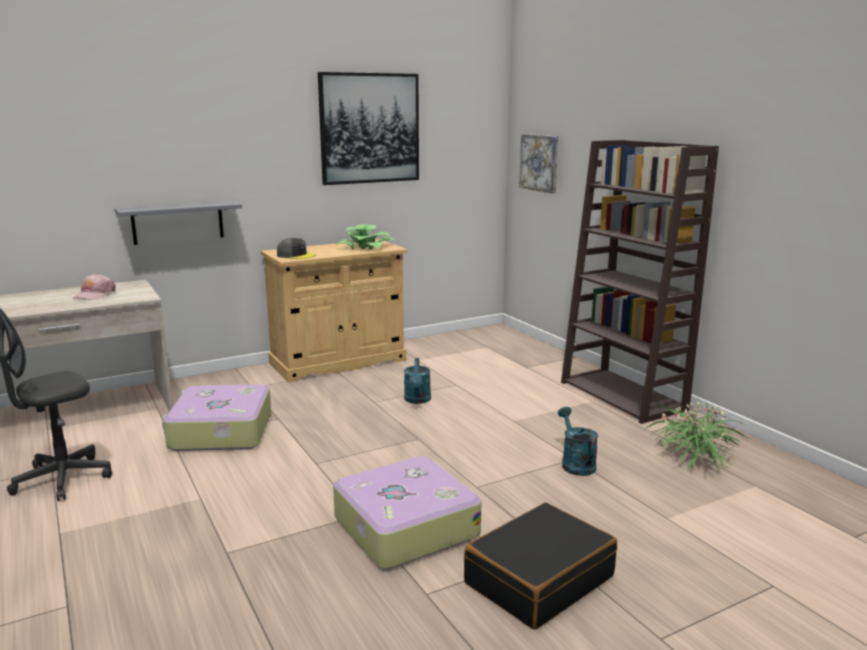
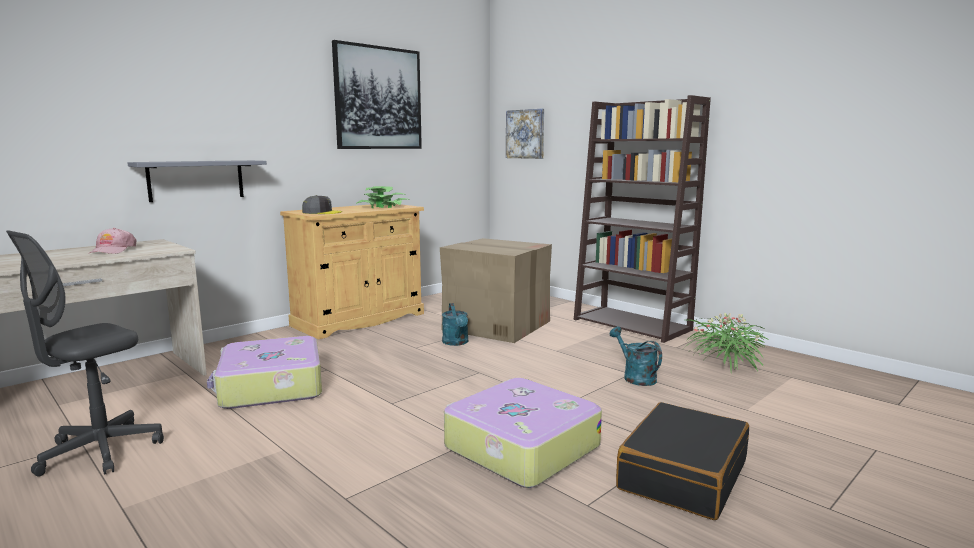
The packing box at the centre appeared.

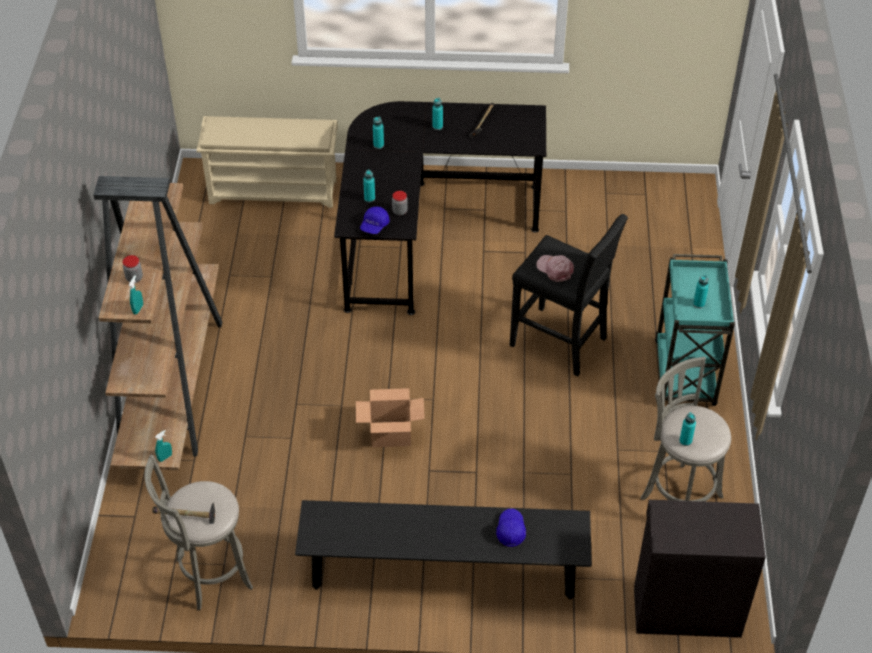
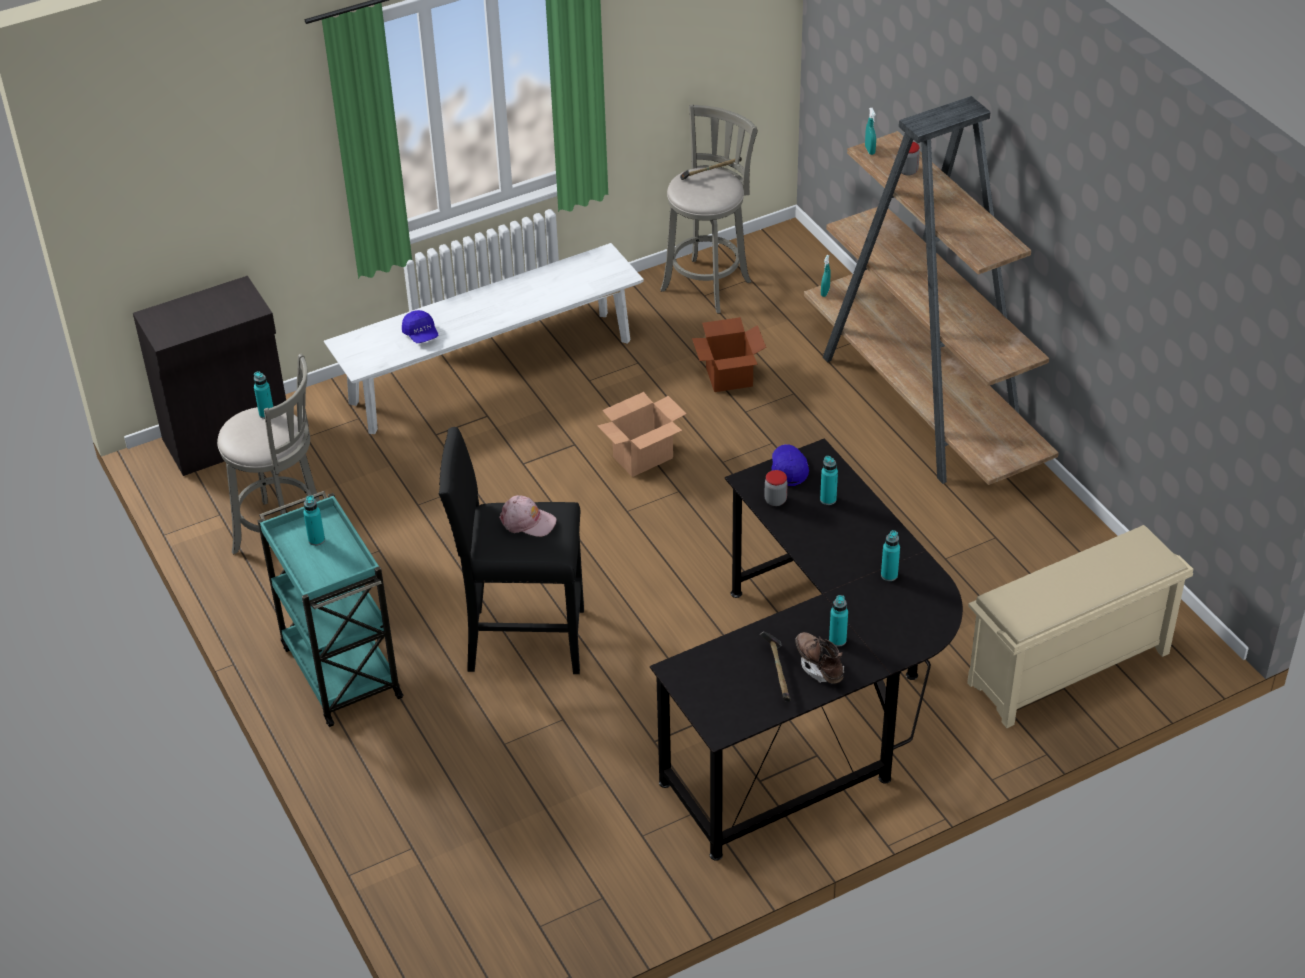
The bench (black) at the bottom centre became the bench (white-coloured) at the centre.
The packing box (no. 2 from left) at the centre appeared.
The high-top boot (brown) at the bottom centre appeared.

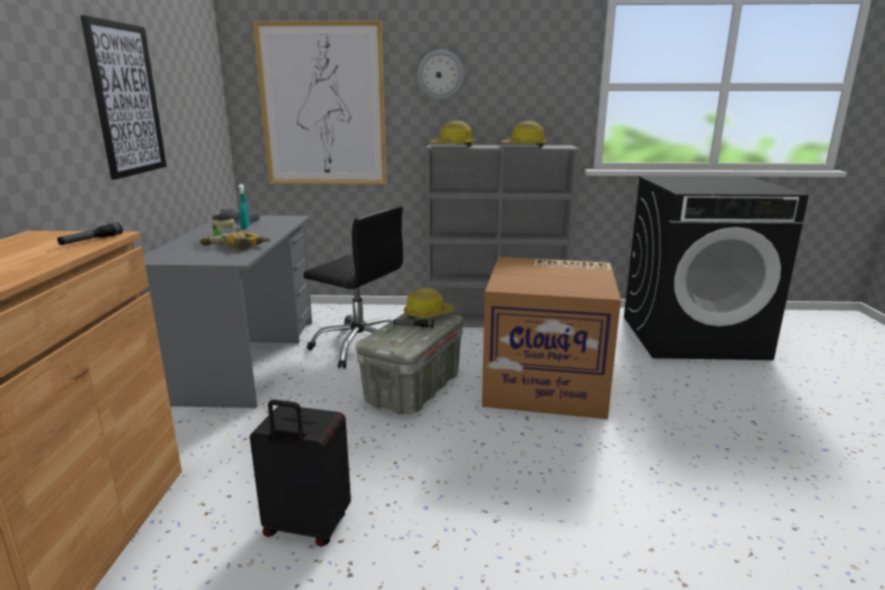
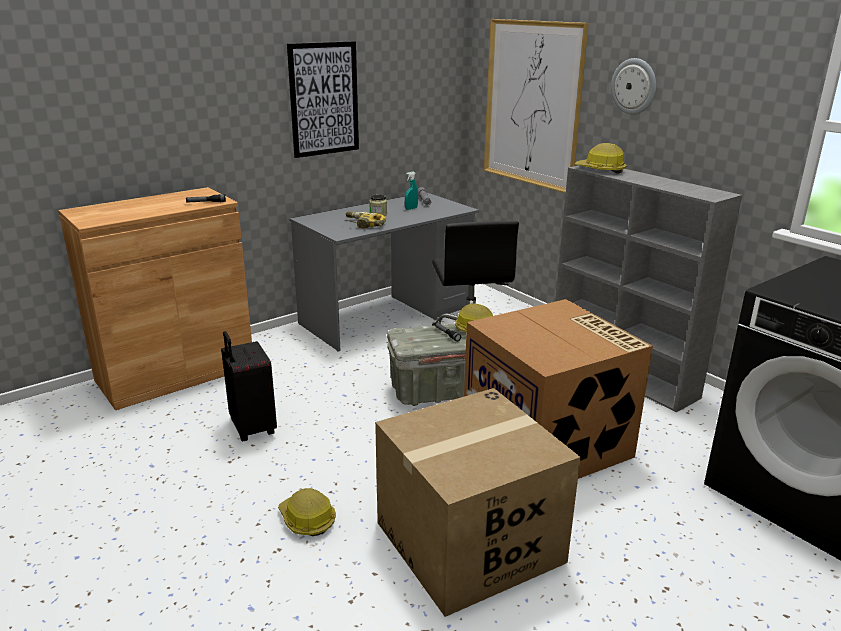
The hard hat (no. 3 from left in the first image) moved from the top centre to the bottom centre.
The packing box (no. 1 from left) at the bottom centre appeared.

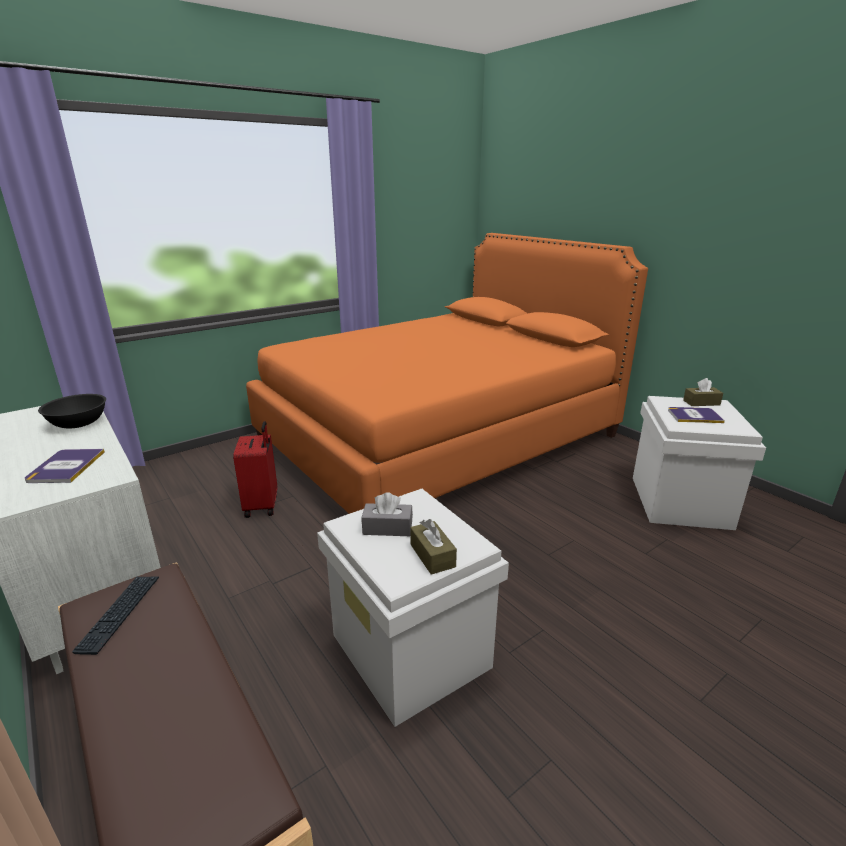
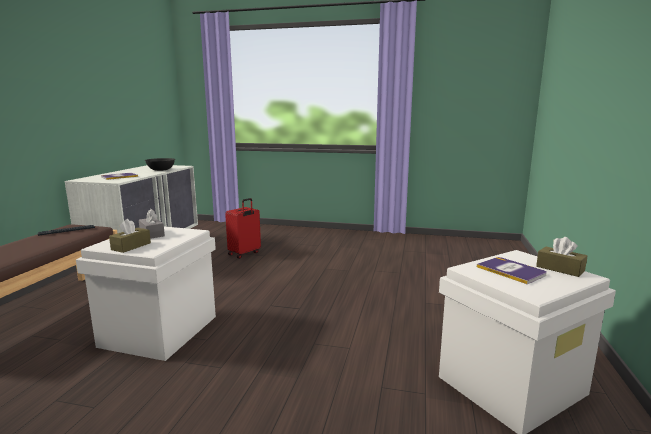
The sleeping bed (orange-coloured) at the centre disappeared.

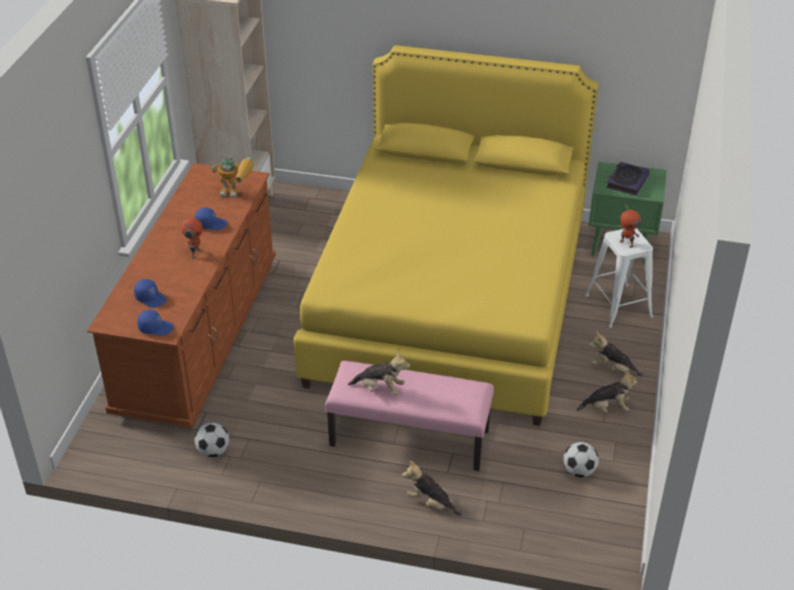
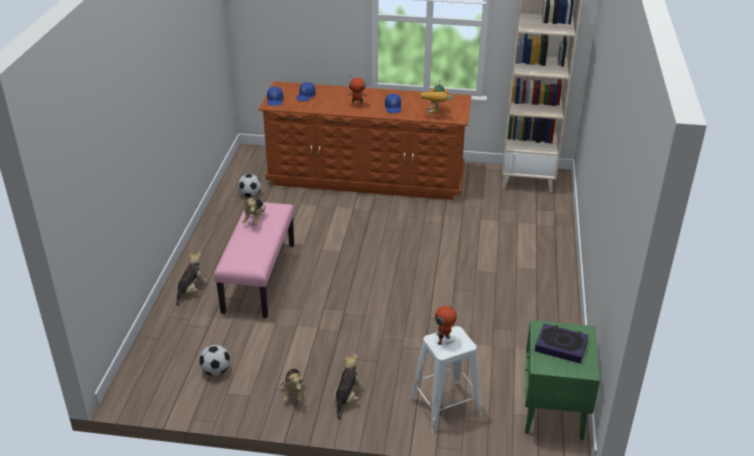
The sleeping bed (yellow) at the centre disappeared.

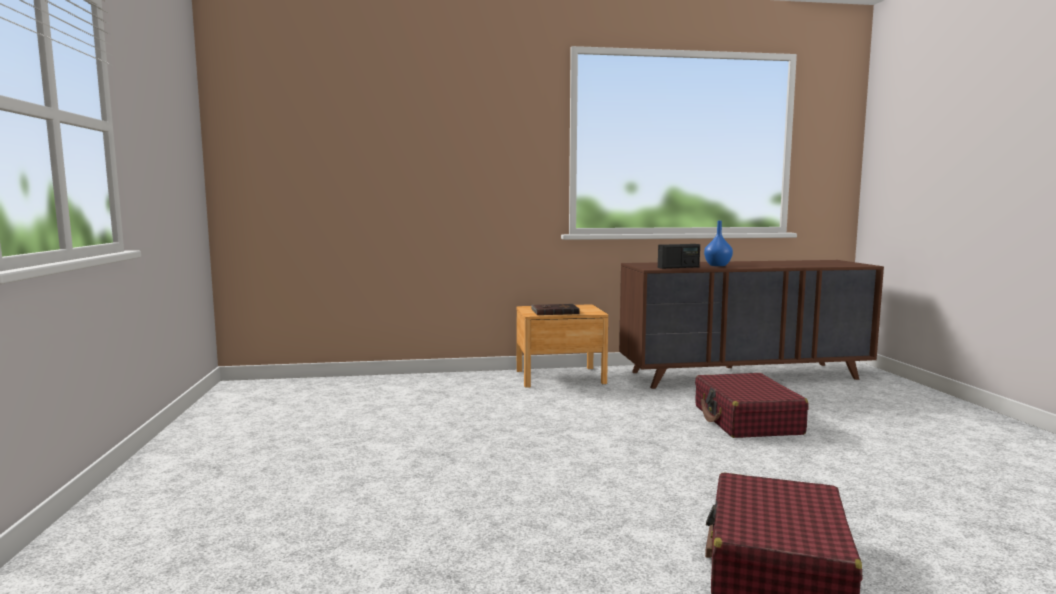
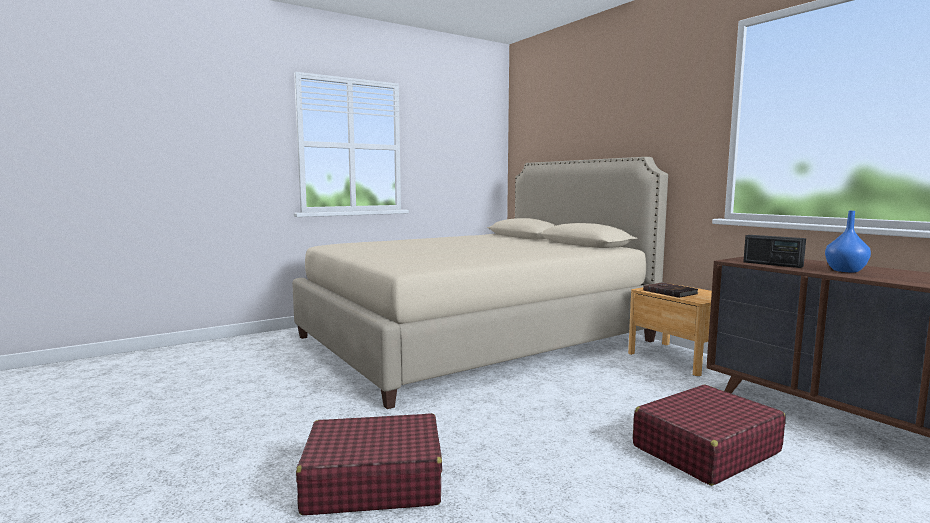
The sleeping bed (beige-coloured) at the centre appeared.

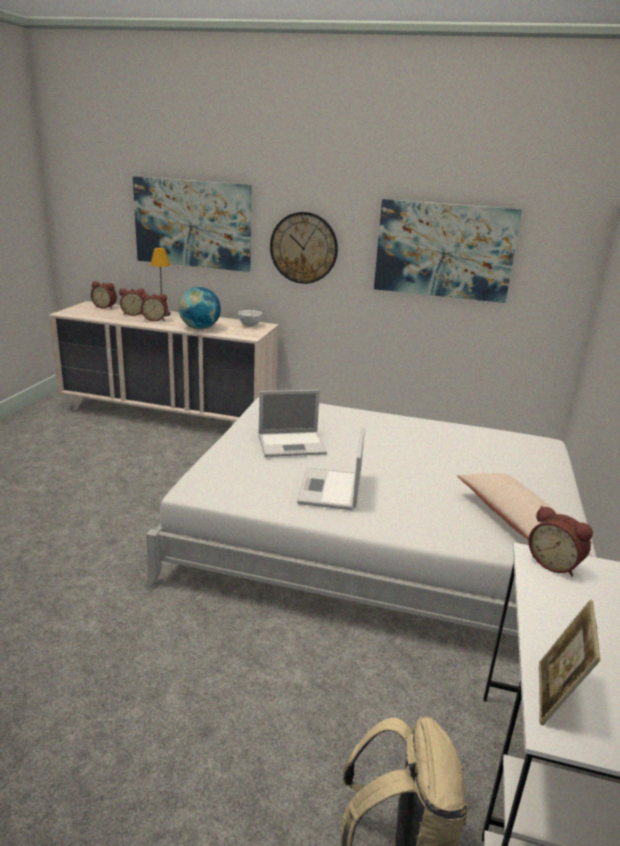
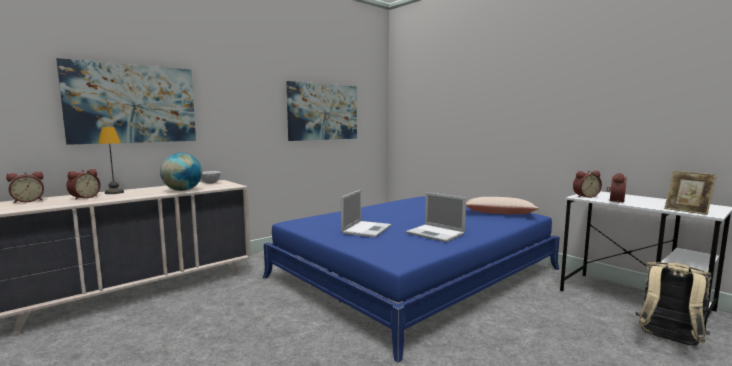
The sleeping bed (white-coloured) at the centre became the sleeping bed (bluish) at the bottom centre.
The alarm clock (no. 3 from left in the first image) moved from the middle left to the middle right.
The hanging clock at the top centre disappeared.

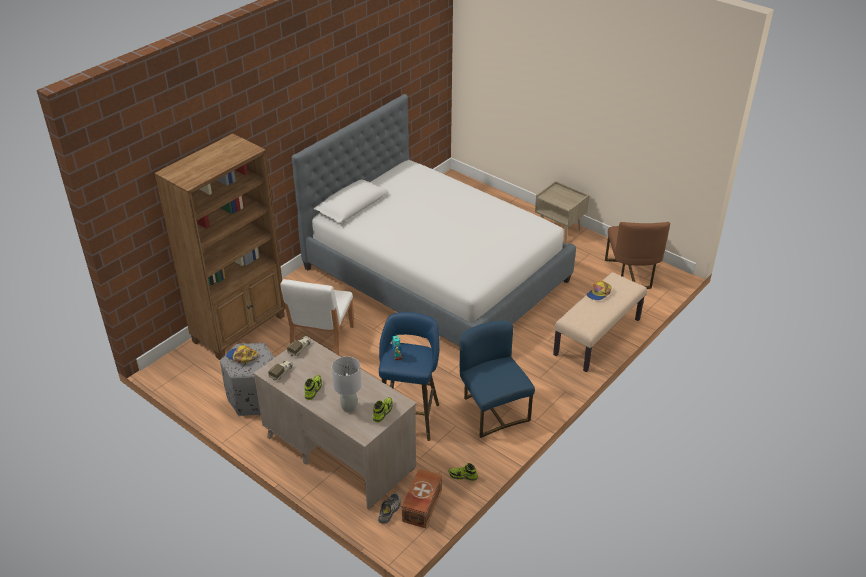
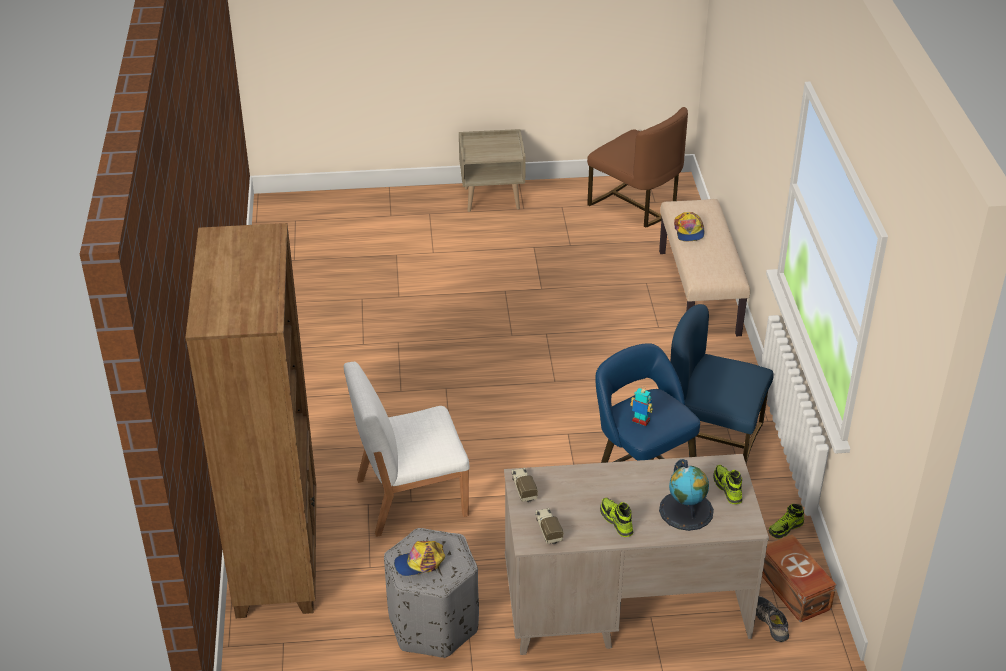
The plain chair (white-coloured) at the centre turned 105 degrees clockwise.
The table lamp (gray) at the centre was replaced by the globe at the bottom right.
The sleeping bed at the centre disappeared.

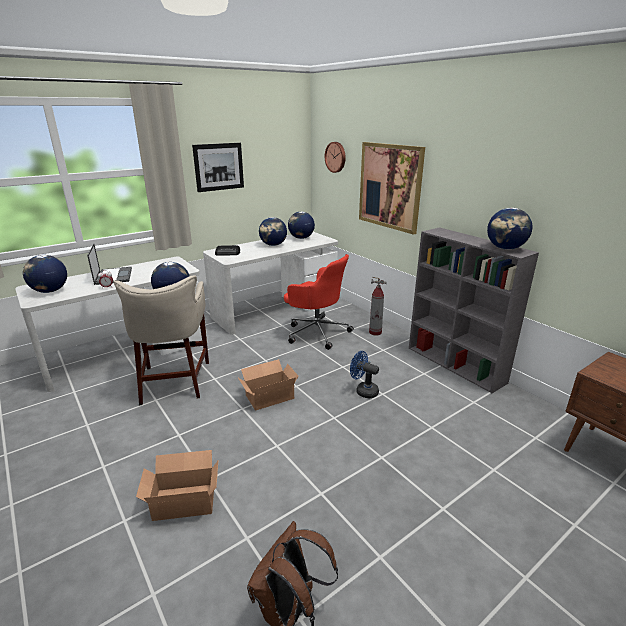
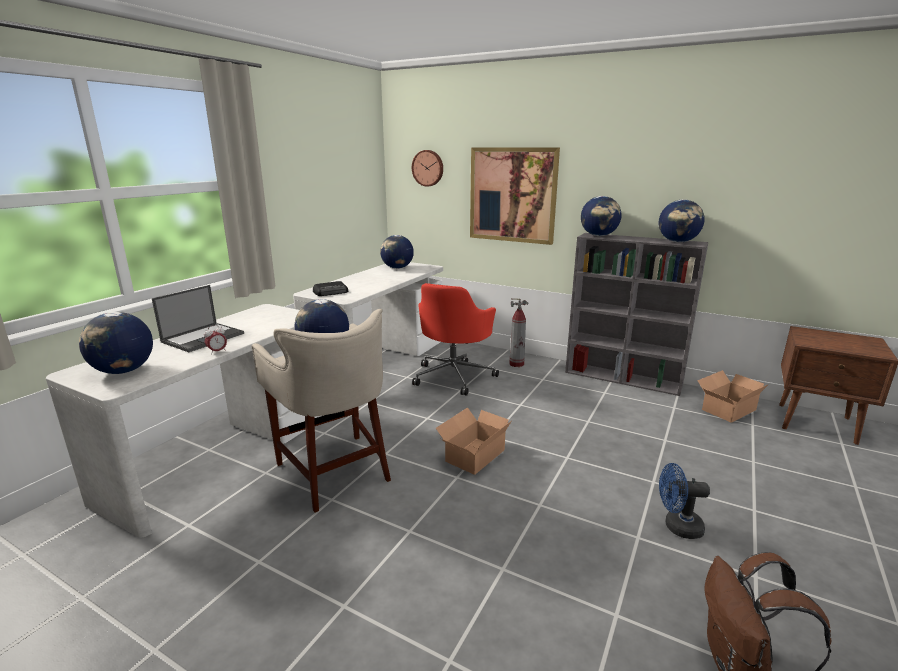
The notebook computer at the middle left turned 75 degrees clockwise.
The office chair (red) at the centre turned 105 degrees clockwise.
The globe (no. 3 from left in the first image) moved from the centre to the top right.
The fan (bluish) moved from the centre to the bottom right.
The packing box (no. 1 from left in the first image) moved from the bottom left to the middle right.
The wall art (no. 1 from left) at the top centre disappeared.

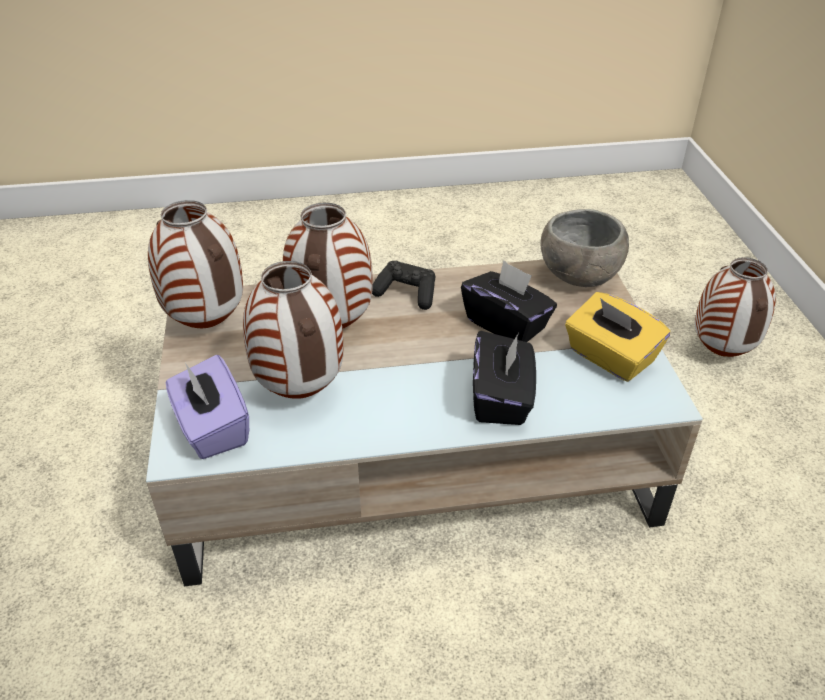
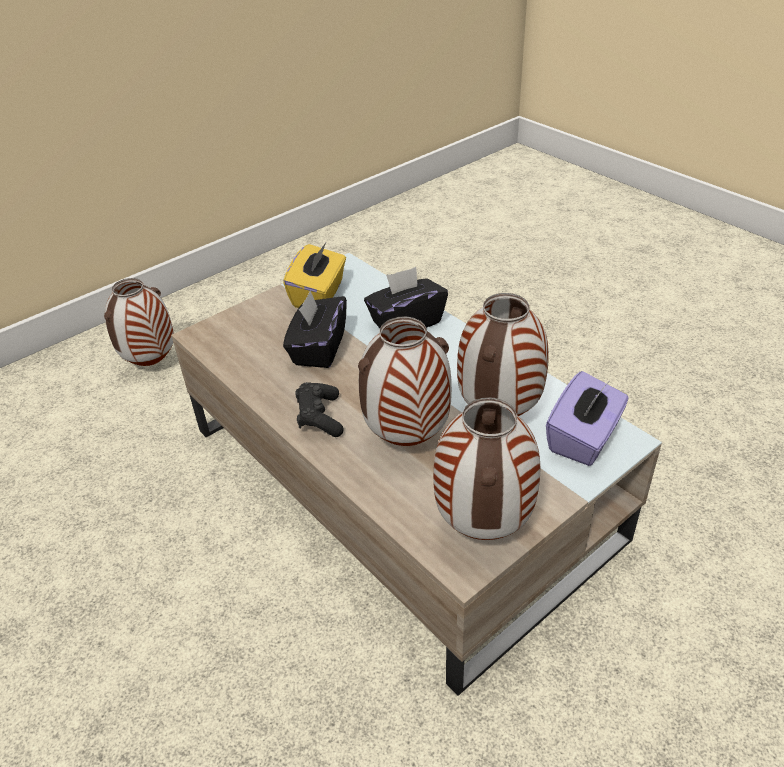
The deep dish (gray) at the middle right disappeared.

